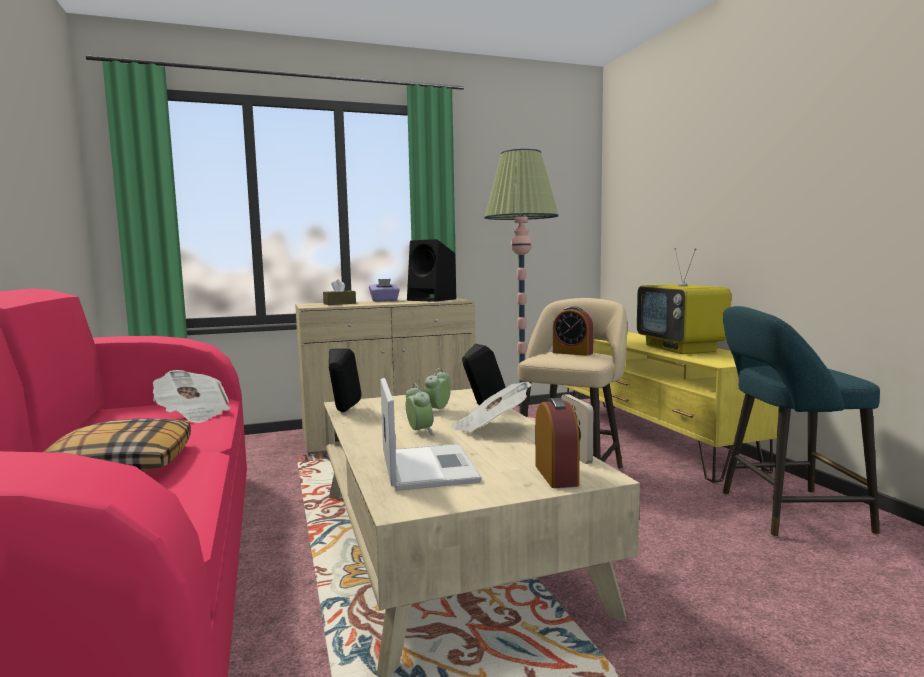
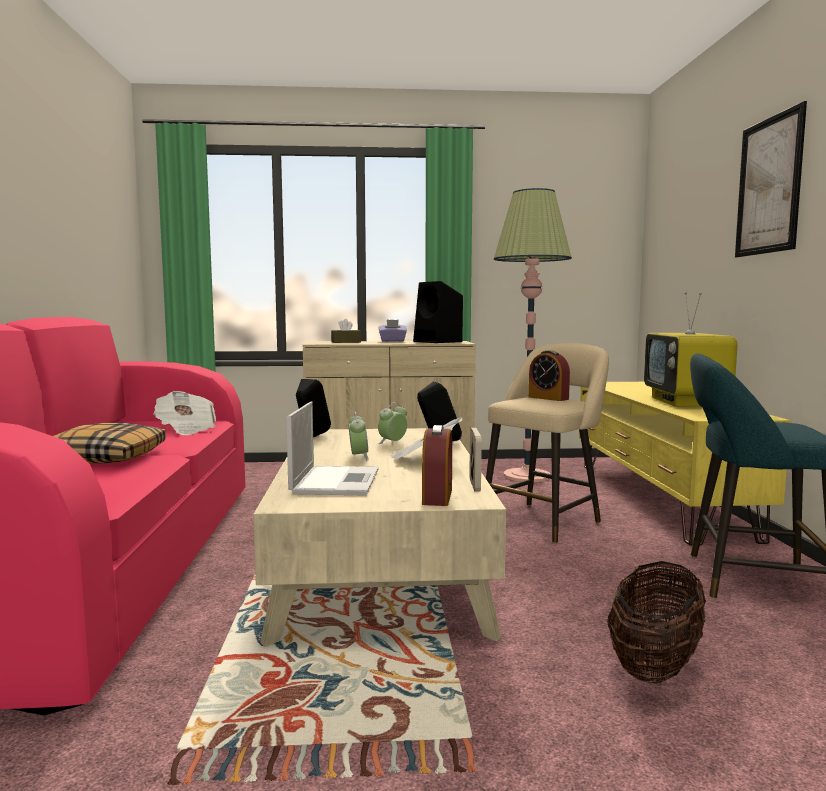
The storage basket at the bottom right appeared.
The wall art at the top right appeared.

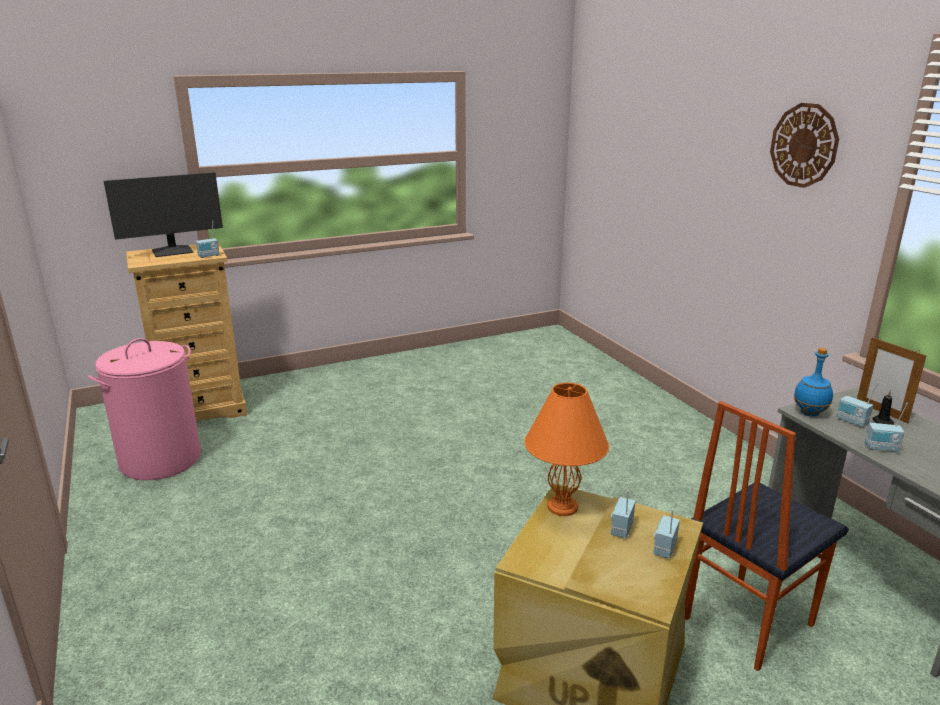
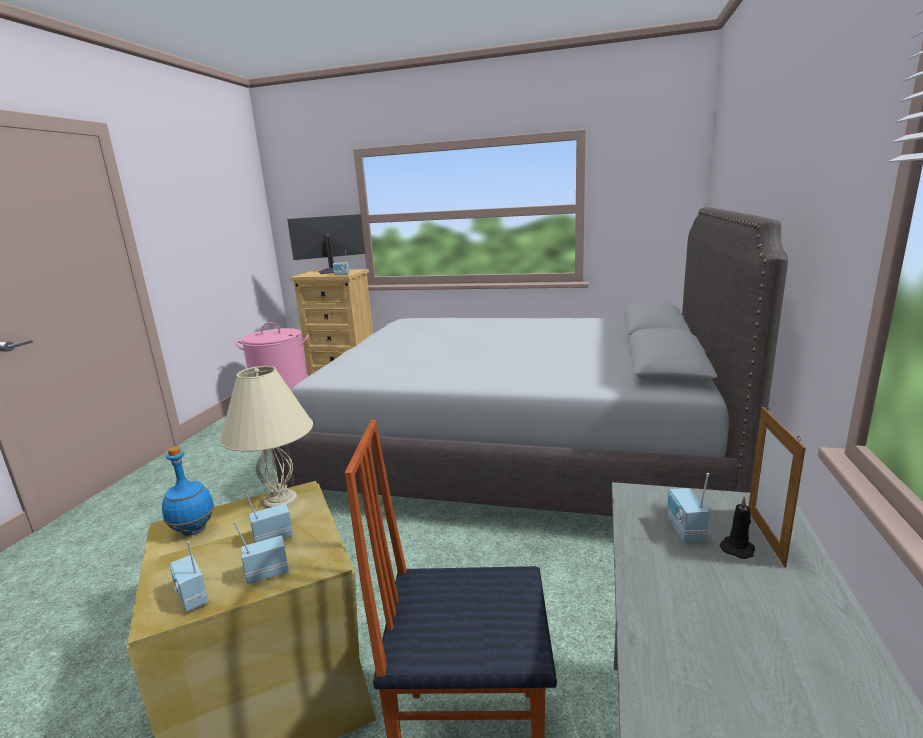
The drink bottle (bluish) moved from the middle right to the middle left.
The radio receiver (no. 5 from left in the first image) moved from the middle right to the bottom left.
The table lamp (orange-coloured) at the centre became the table lamp (beige-coloured) at the middle left.
The sleeping bed (gray) at the centre appeared.
The computer screen at the top left turned 150 degrees clockwise.
The hanging clock at the top right disappeared.

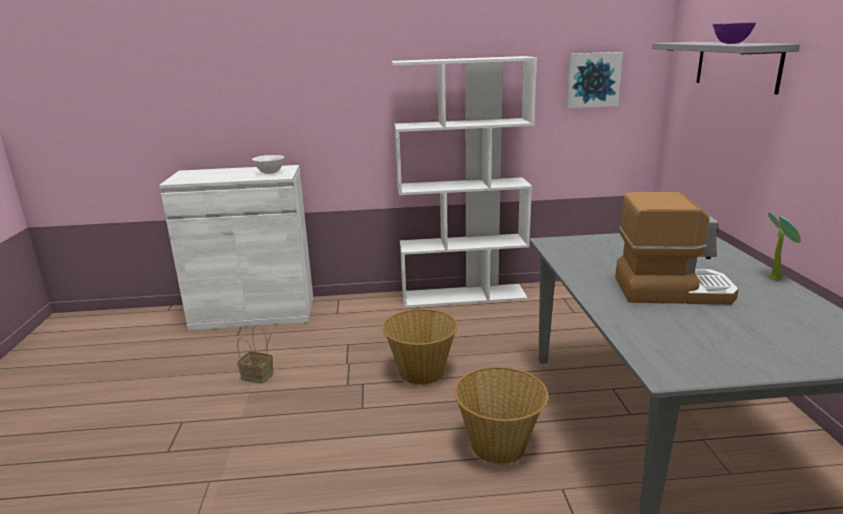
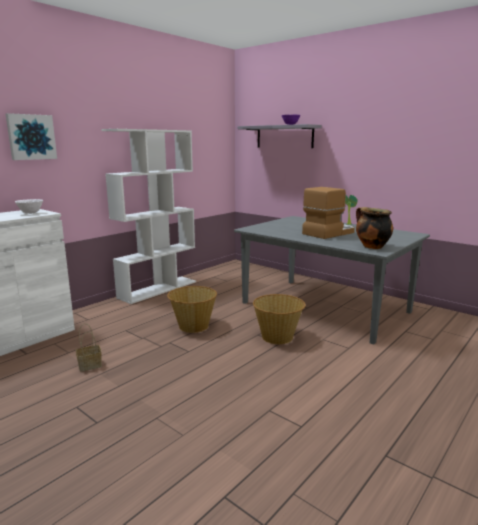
The wall art moved from the top right to the top left.
The saucepot at the middle right appeared.

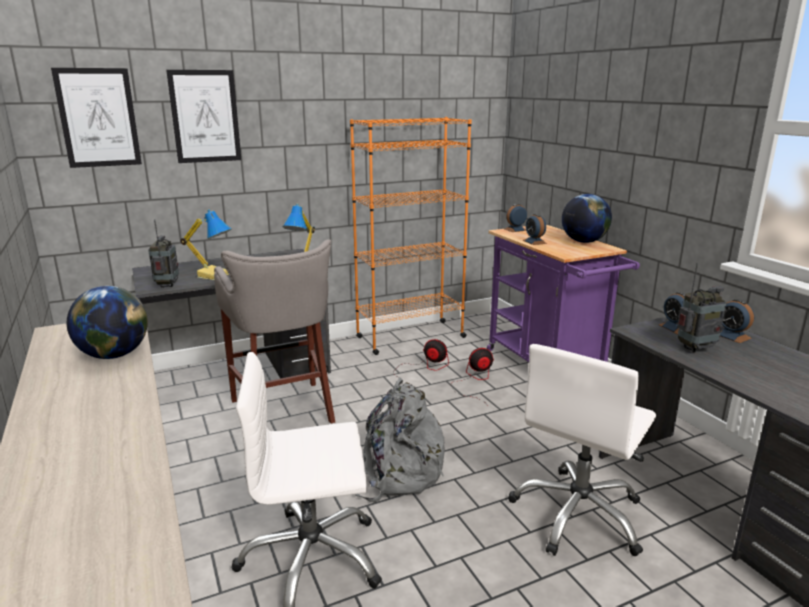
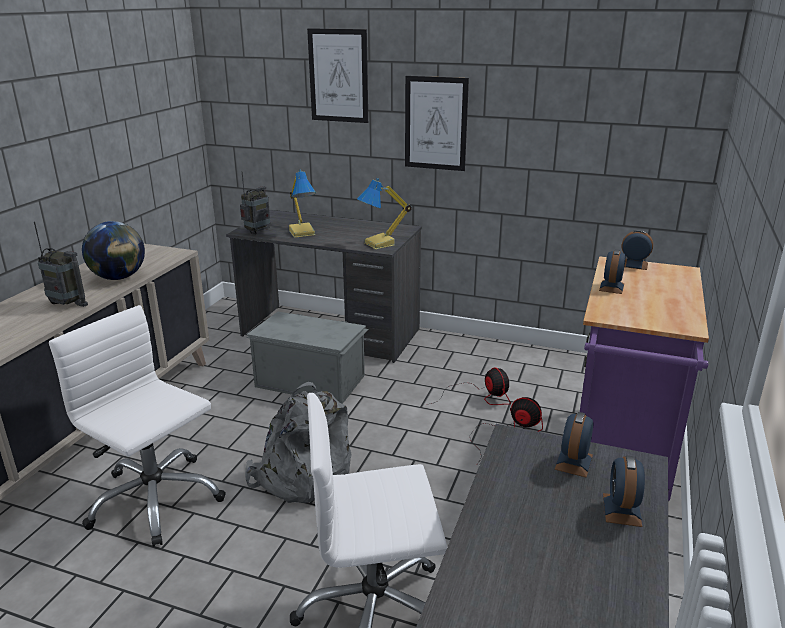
The radio receiver (no. 2 from left in the first image) moved from the middle right to the middle left.
The sitting stool (gray) at the centre was replaced by the storage container (gray) at the centre.
The wall art (no. 1 from left in the first image) moved from the top left to the top centre.
The shelving unit (orange-coloured) at the centre disappeared.
The globe (no. 2 from left) at the middle right disappeared.

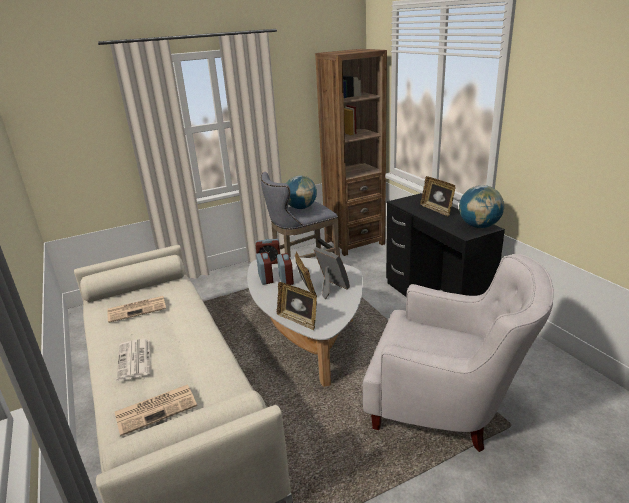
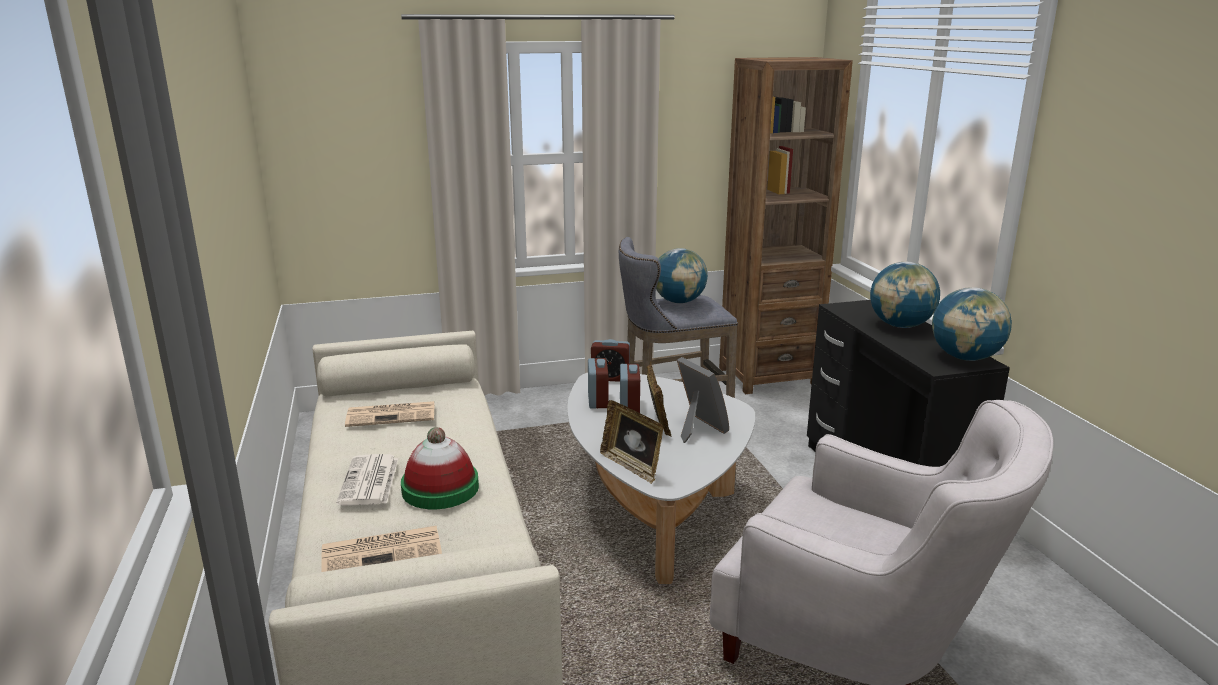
The hat at the bottom centre appeared.
The picture frame (no. 4 from left) at the middle right was replaced by the globe (no. 2 from left) at the middle right.

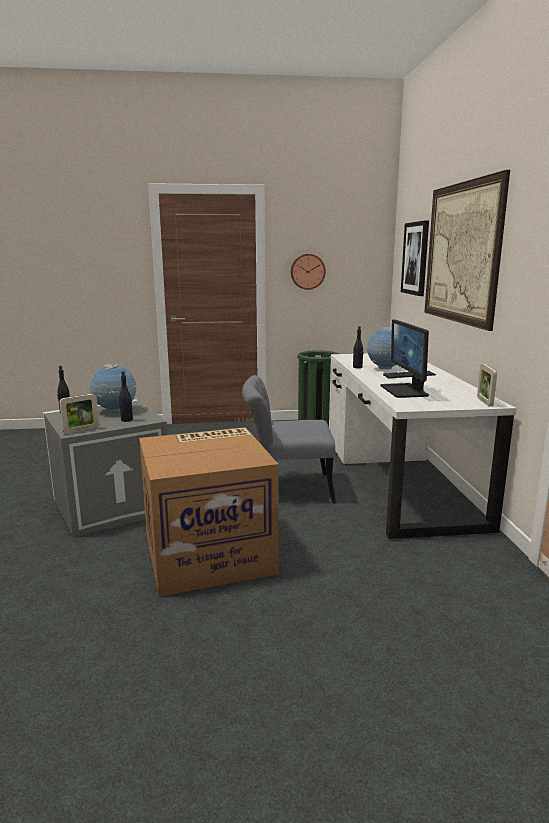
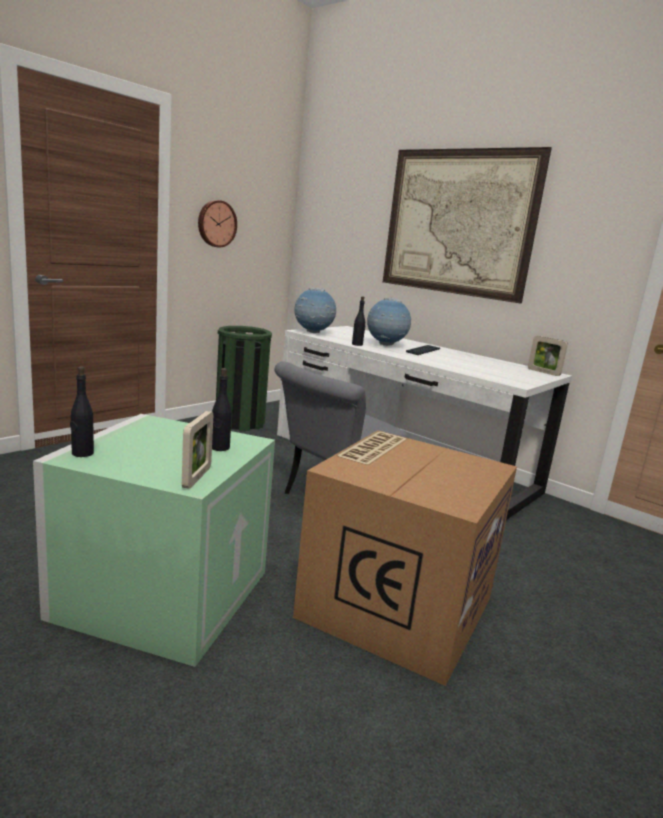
The storage container (gray) at the middle left became the storage container (green) at the middle left.
The globe (no. 1 from left) moved from the middle left to the centre.
The computer screen at the middle right disappeared.
The wall art (no. 1 from left) at the top right disappeared.

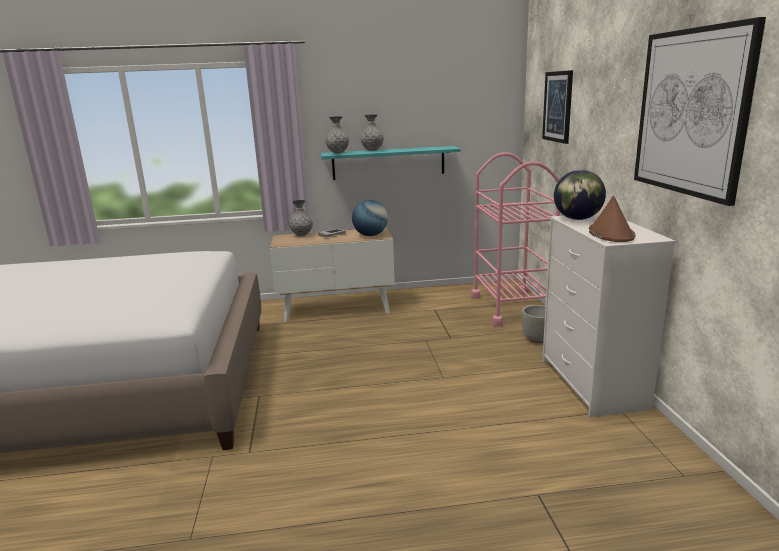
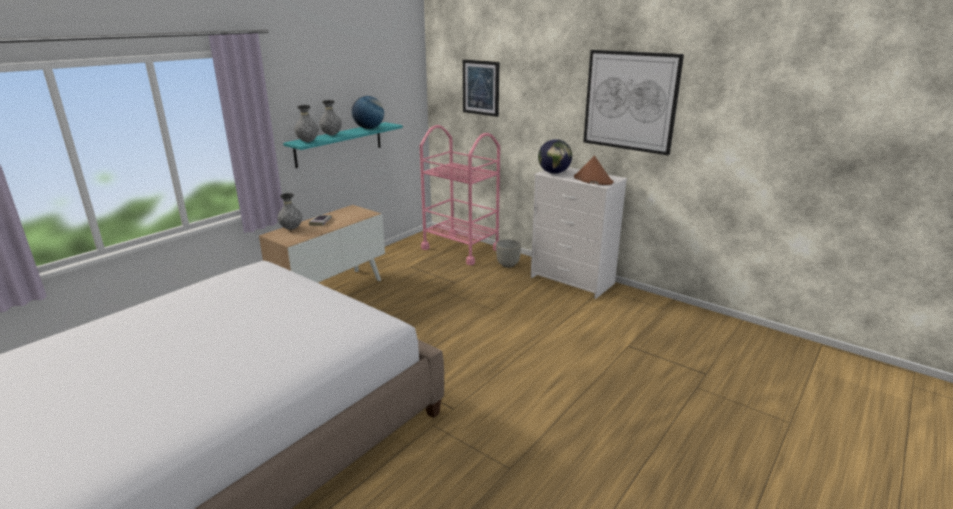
The globe (no. 1 from left) moved from the centre to the top centre.

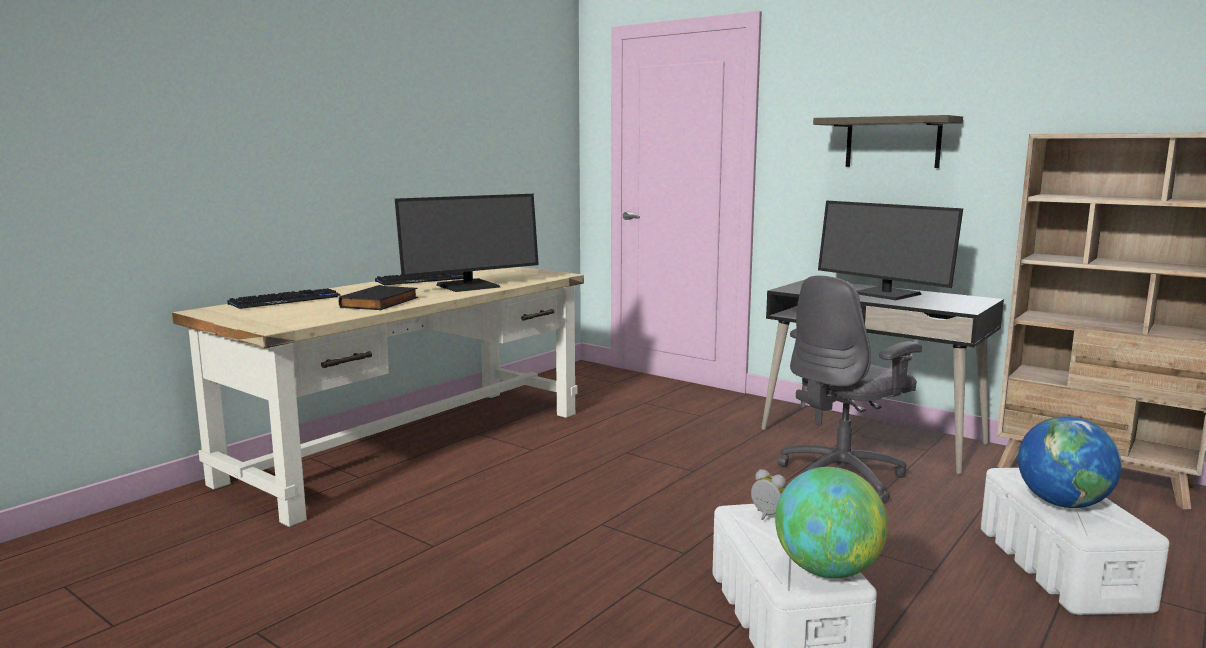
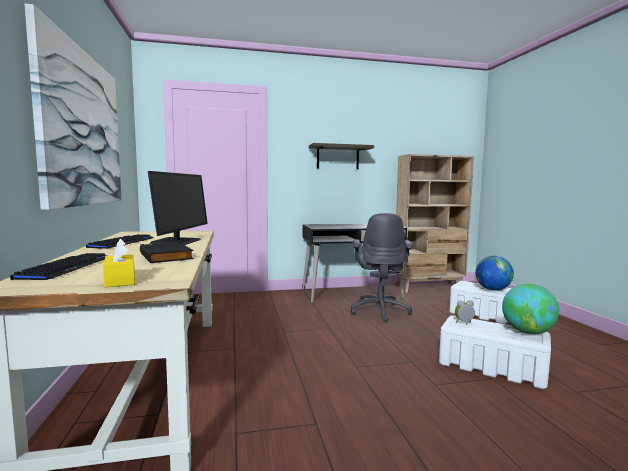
The wall art at the top left appeared.
The tissue box (yellow) at the middle left appeared.
The computer screen (no. 2 from left) at the middle right disappeared.

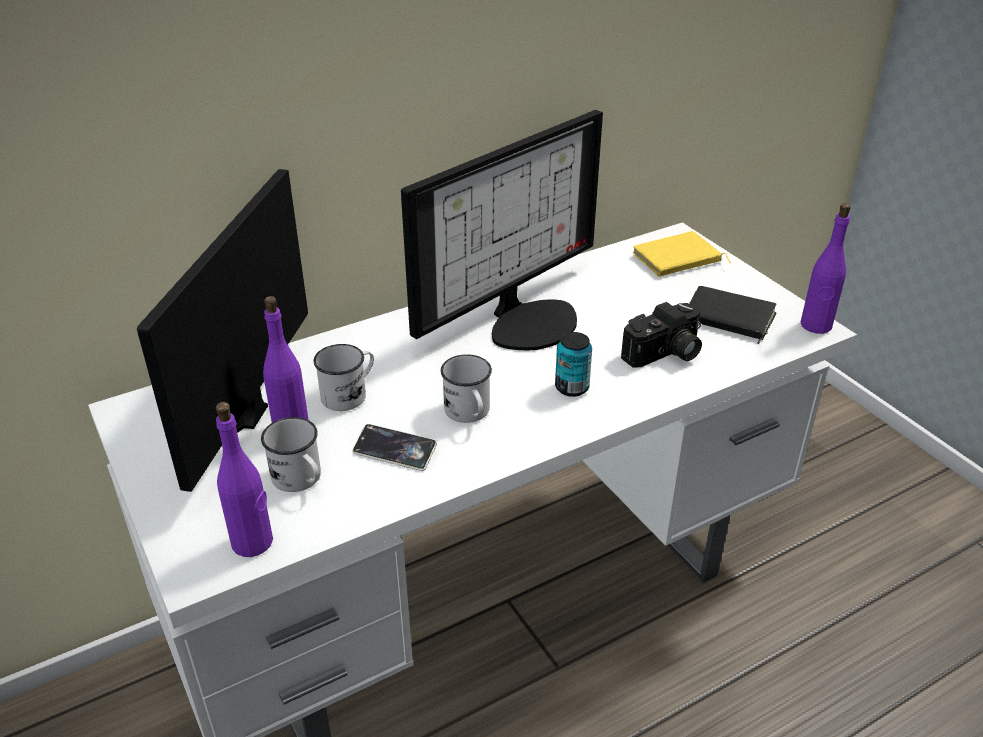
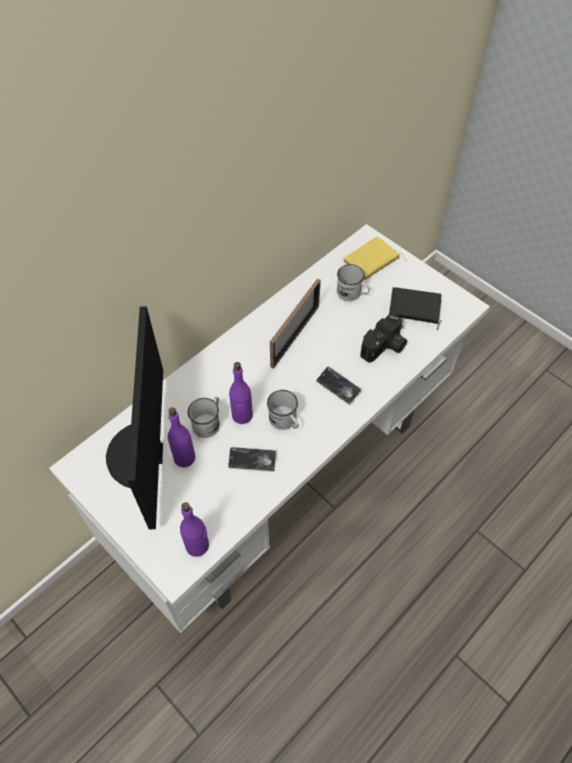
The drink bottle (purplish) (no. 3 from left) moved from the middle right to the centre.
The computer screen (no. 2 from left) at the top centre was replaced by the picture frame at the centre.
The sealed can at the centre was replaced by the telephone (no. 2 from left) at the centre.
The tea mug (white-coloured) (no. 1 from left in the first image) moved from the middle left to the centre.

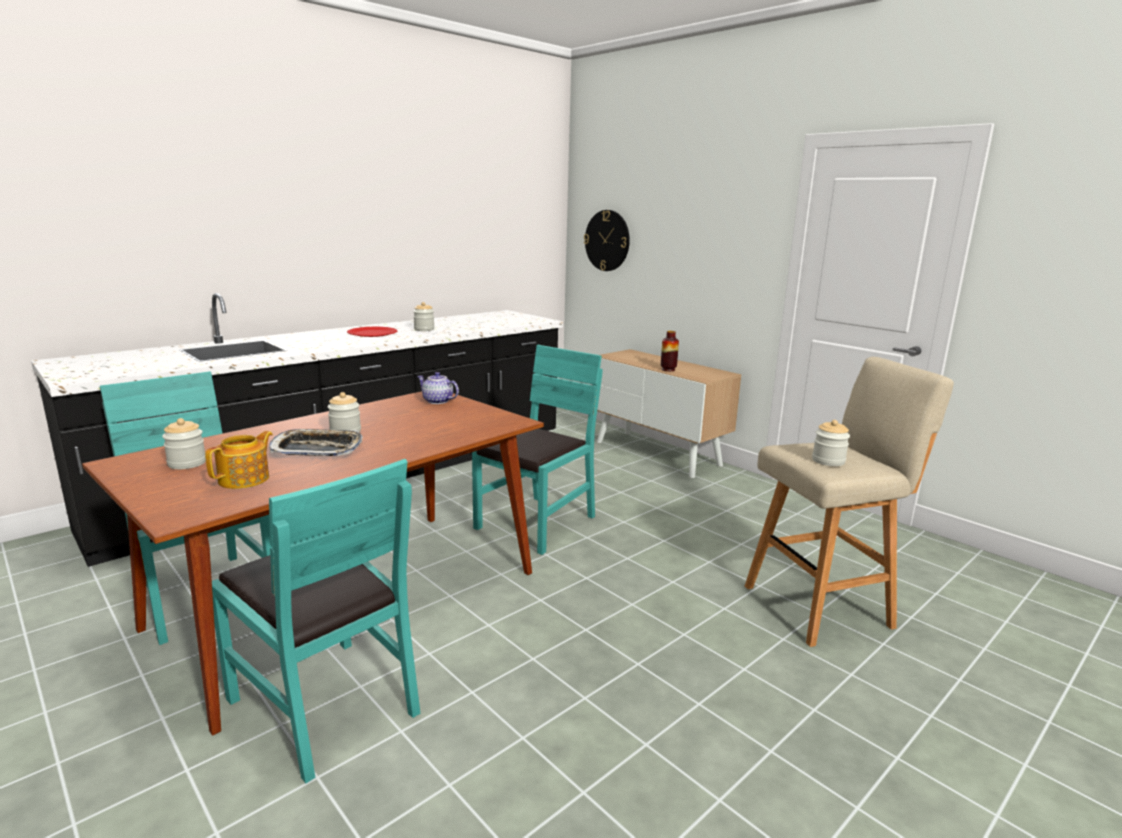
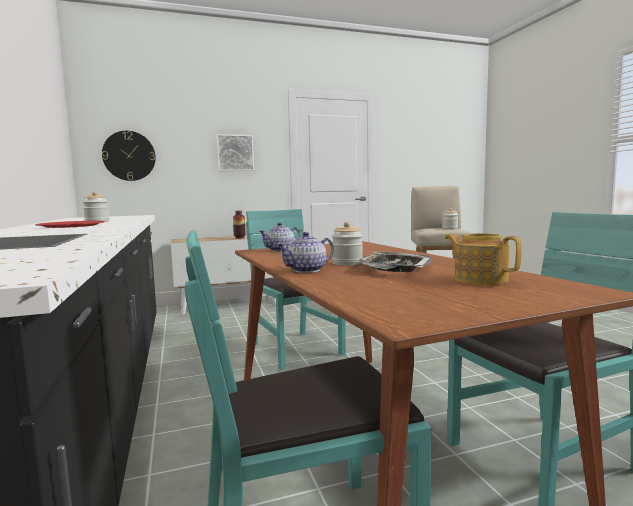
The wall art at the top centre appeared.
The pot for tea (no. 2 from left) at the centre appeared.
The preserve jar (no. 1 from left) at the middle left disappeared.

